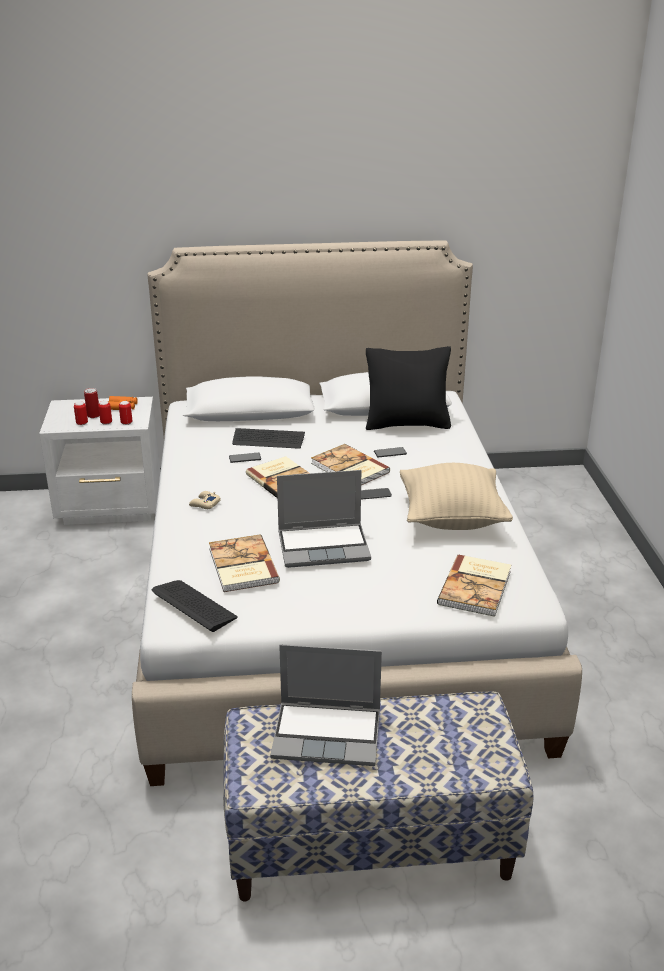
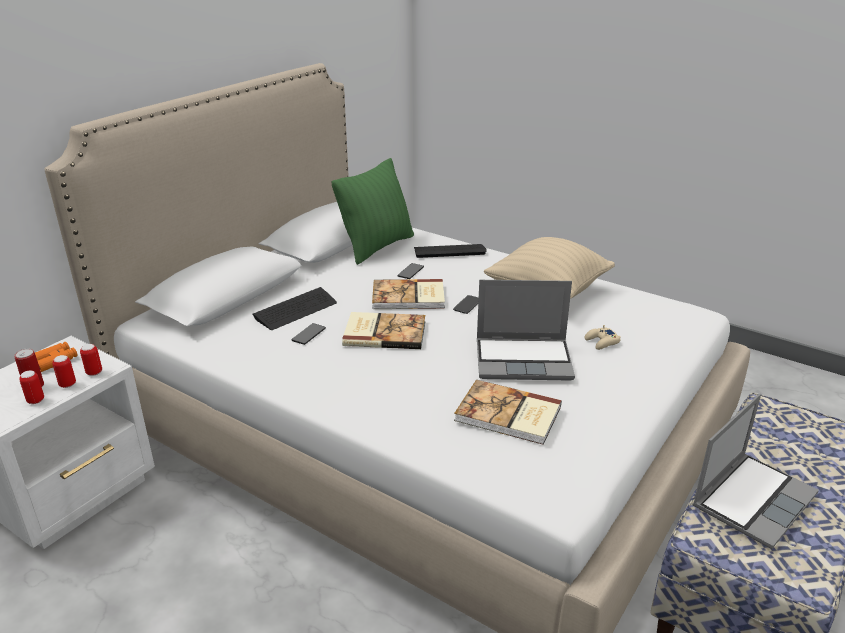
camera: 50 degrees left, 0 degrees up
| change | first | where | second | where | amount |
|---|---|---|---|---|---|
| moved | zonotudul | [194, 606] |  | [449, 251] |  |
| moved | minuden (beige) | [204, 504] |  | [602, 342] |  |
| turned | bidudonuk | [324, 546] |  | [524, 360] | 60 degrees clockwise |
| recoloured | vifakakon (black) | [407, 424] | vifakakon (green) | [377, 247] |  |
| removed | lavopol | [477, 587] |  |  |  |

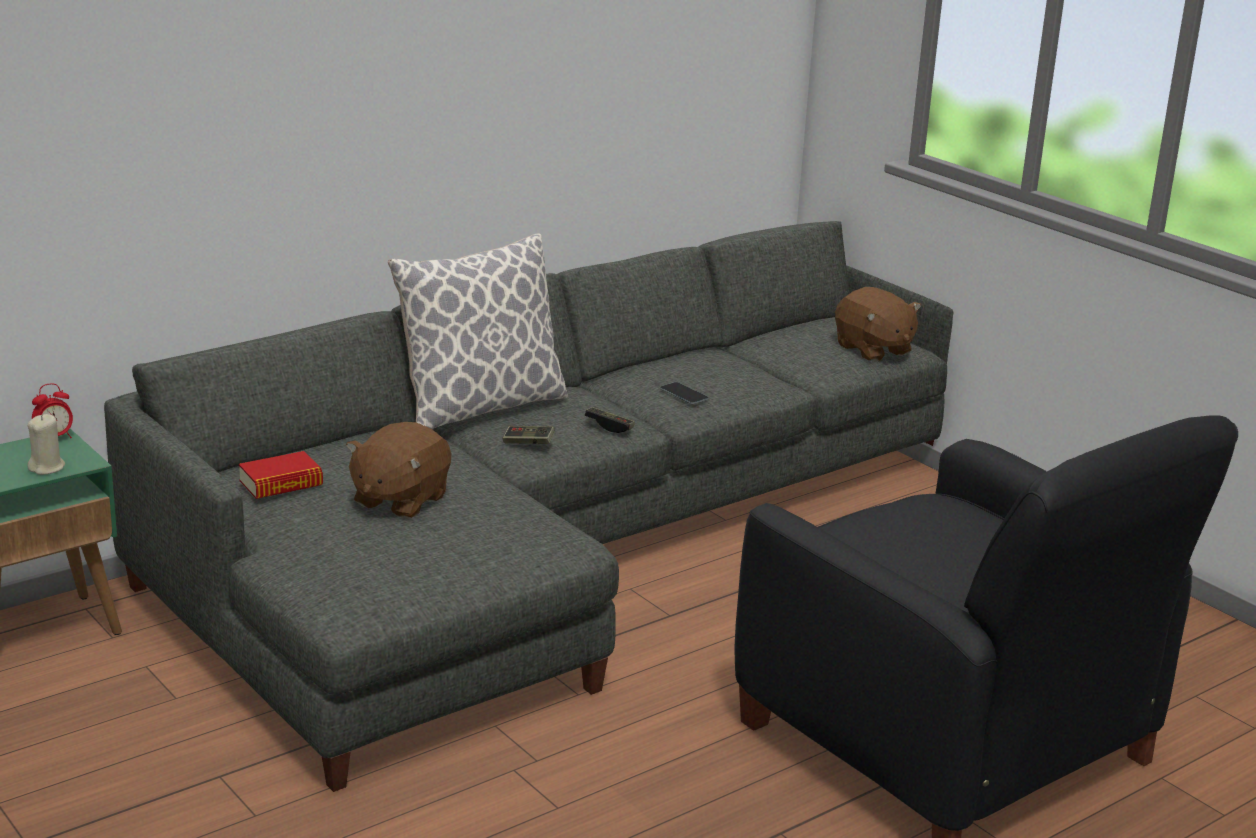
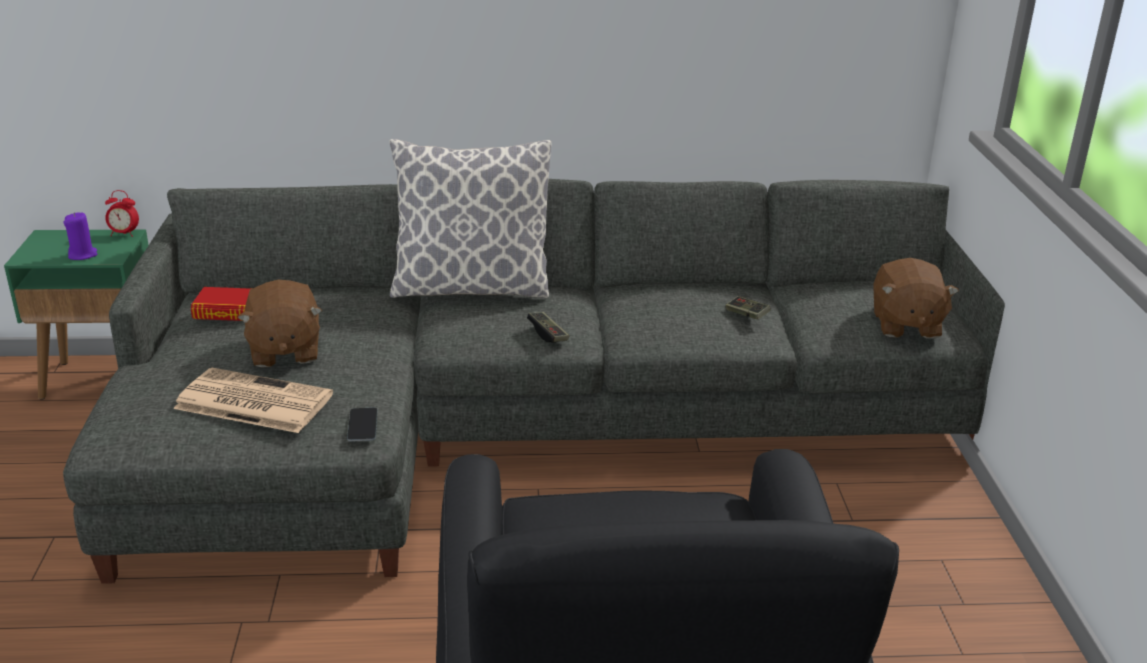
camera: 35 degrees right, 5 degrees up
| change | first | where | second | where | amount |
|---|---|---|---|---|---|
| recoloured | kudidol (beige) | [47, 468] | kudidol (purple) | [83, 255] |  |
| turned | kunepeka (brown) | [399, 500] |  | [284, 351] | 75 degrees counterclockwise |
| moved | minuden | [528, 443] |  | [747, 315] |  |
| moved | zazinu | [684, 394] |  | [362, 425] |  |
| added |  |  | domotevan | [251, 402] |  |

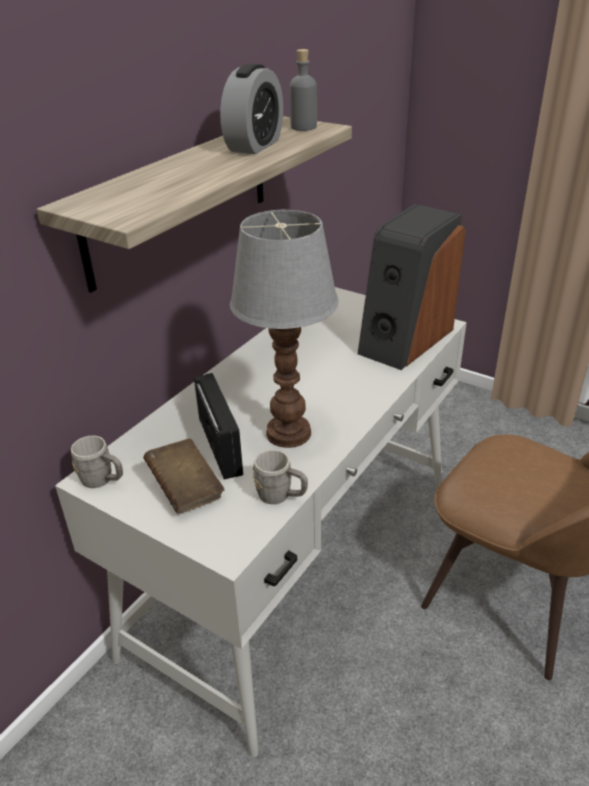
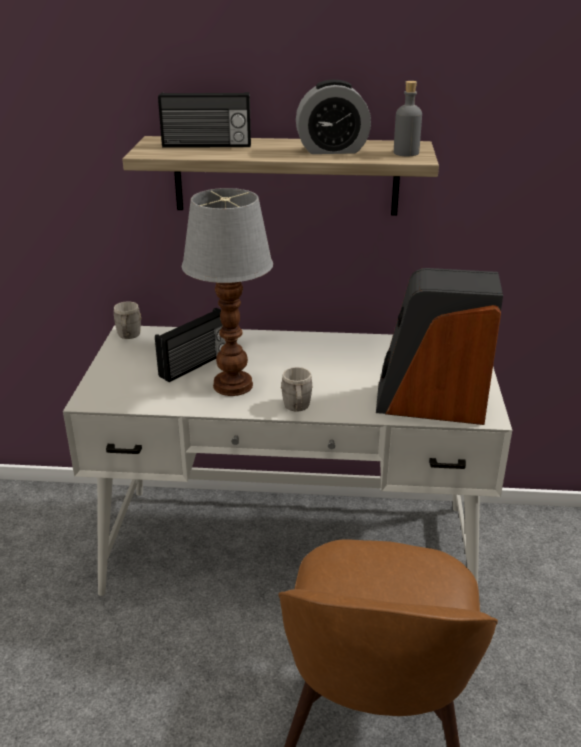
camera: 60 degrees right, 5 degrees down
| change | first | where | second | where | amount |
|---|---|---|---|---|---|
| removed | lavopol (brown) | [186, 490] |  |  |  |
| moved | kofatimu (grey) | [281, 496] |  | [297, 408] |  |
| added |  |  | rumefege | [207, 145] |  |

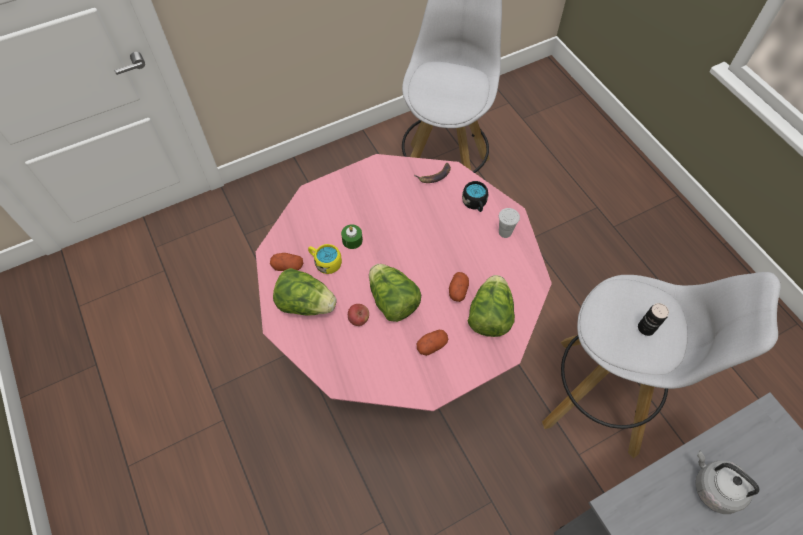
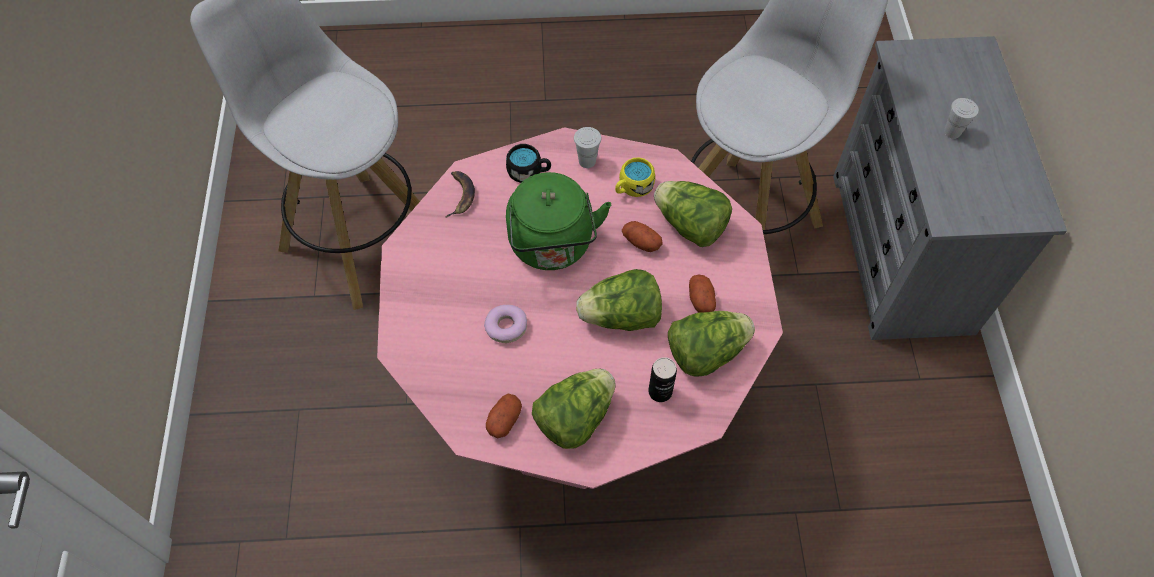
camera: 65 degrees left, 0 degrees up
| change | first | where | second | where | amount |
|---|---|---|---|---|---|
| moved | kofatimu (yellow) | [325, 262] |  | [632, 187] |  |
| replaced | kudidol (green) | [352, 240] | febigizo | [506, 327] |  |
| removed | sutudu | [358, 319] |  |  |  |
| moved | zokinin | [646, 328] |  | [660, 391] |  |
| replaced | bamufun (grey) | [713, 487] | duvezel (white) | [952, 132] |  |
| added |  |  | bamufun (green) | [552, 247] |  |
| added |  |  | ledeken | [706, 352] |  |

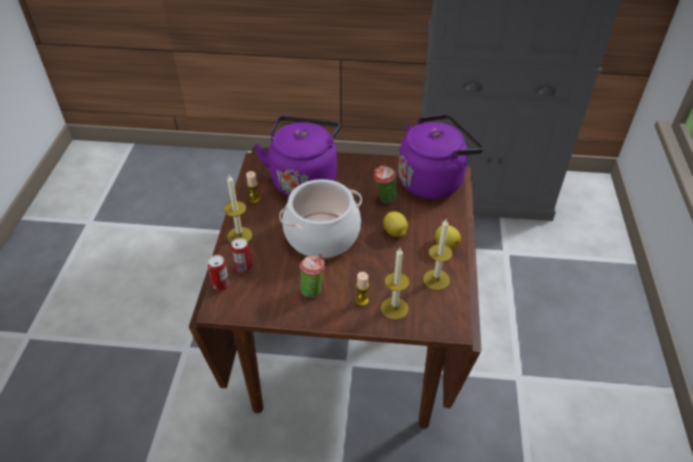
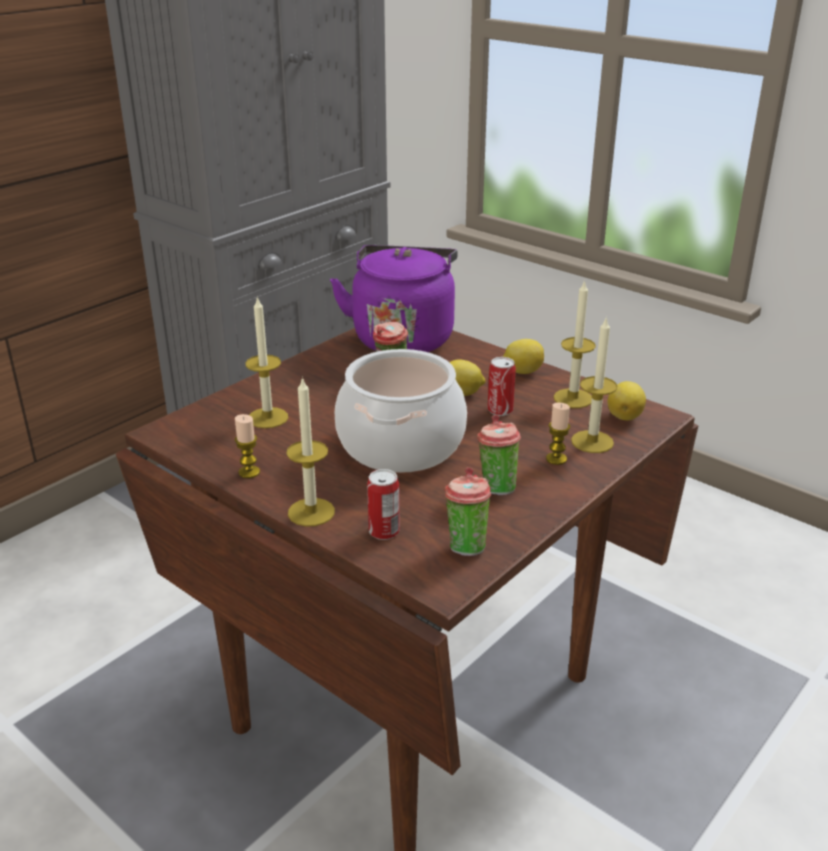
camera: 55 degrees left, 15 degrees down
| change | first | where | second | where | amount |
|---|---|---|---|---|---|
| moved | zokinin | [221, 285] |  | [500, 410] |  |
| replaced | bamufun (purple) | [304, 179] | kudidol | [268, 418] |  |
| added |  |  | duvezel | [465, 545] |  |
| added |  |  | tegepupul | [625, 416] |  |

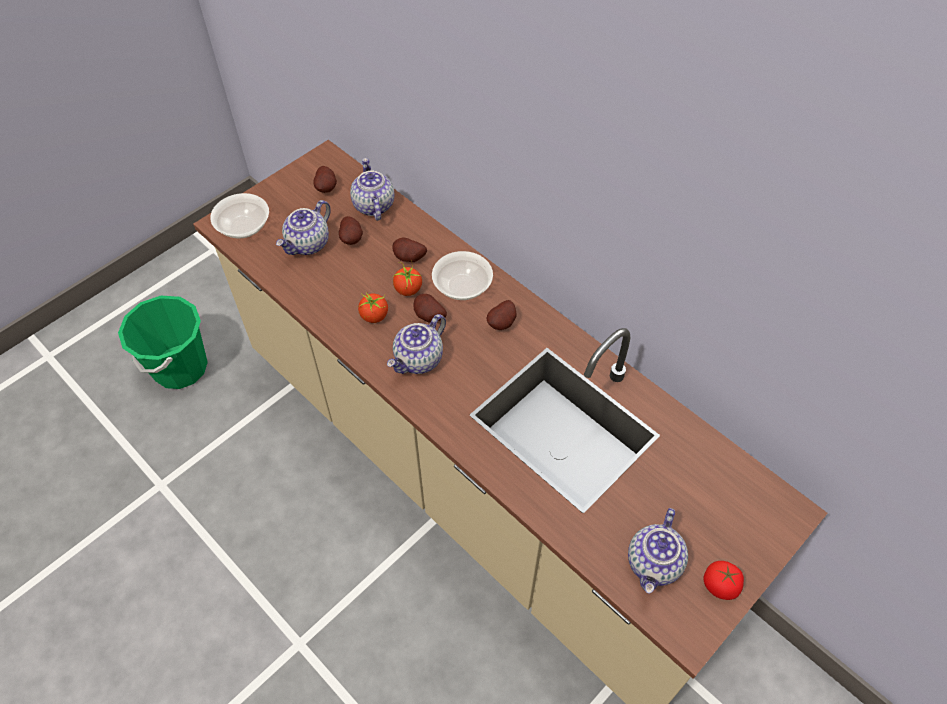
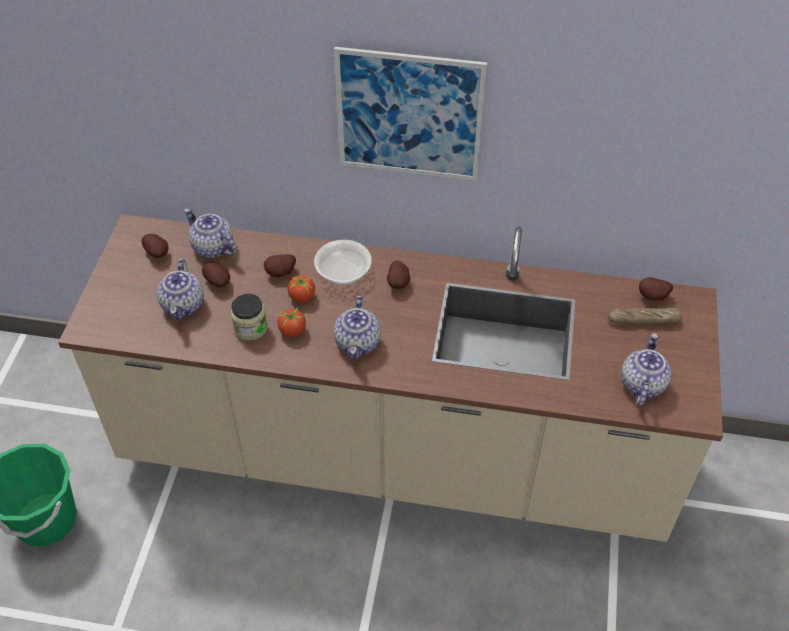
camera: 35 degrees left, 5 degrees down
| change | first | where | second | where | amount |
|---|---|---|---|---|---|
| removed | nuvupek | [244, 226] |  |  |  |
| moved | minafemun | [428, 317] |  | [653, 297] |  |
| turned | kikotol | [654, 564] |  | [641, 384] | 150 degrees counterclockwise |
| removed | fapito | [719, 585] |  |  |  |
| added |  |  | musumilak | [250, 328] |  |
| added |  |  | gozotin | [409, 115] |  |
| added |  |  | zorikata | [644, 320] |  |

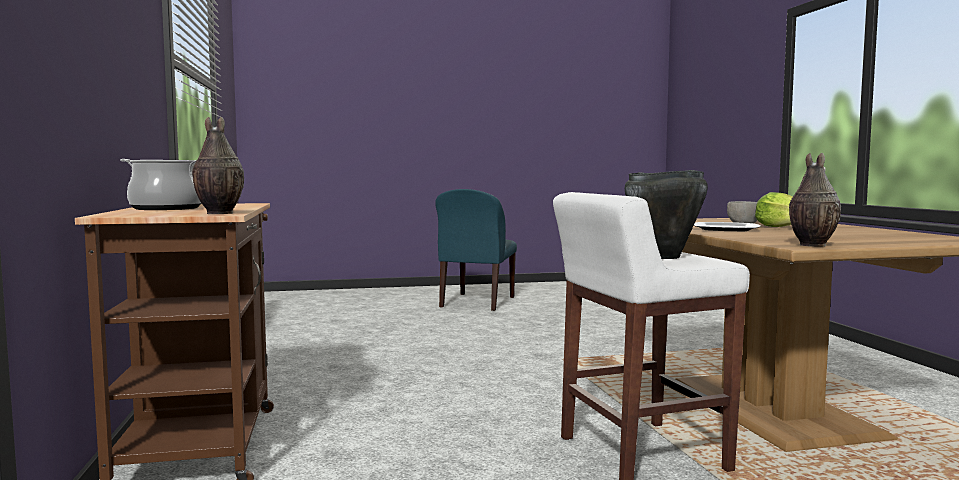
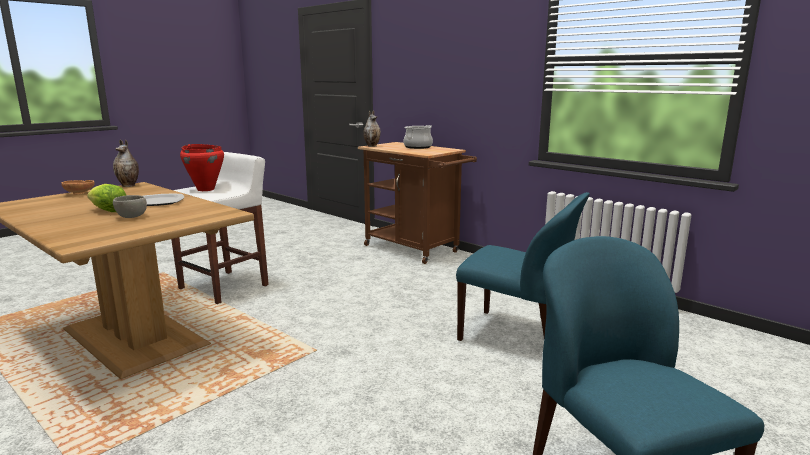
camera: 145 degrees right, 10 degrees up
| change | first | where | second | where | amount |
|---|---|---|---|---|---|
| recoloured | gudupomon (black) | [663, 257] | gudupomon (red) | [206, 189] |  |
| added |  |  | nuvupek (brown) | [80, 193] |  |
| added |  |  | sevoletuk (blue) | [518, 336] |  |

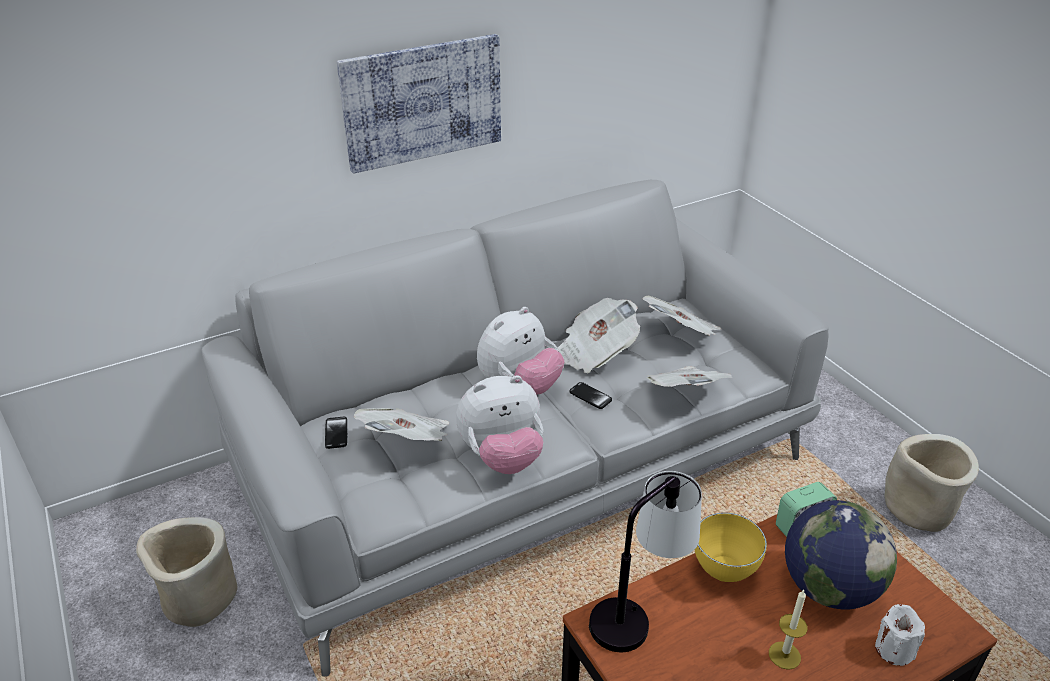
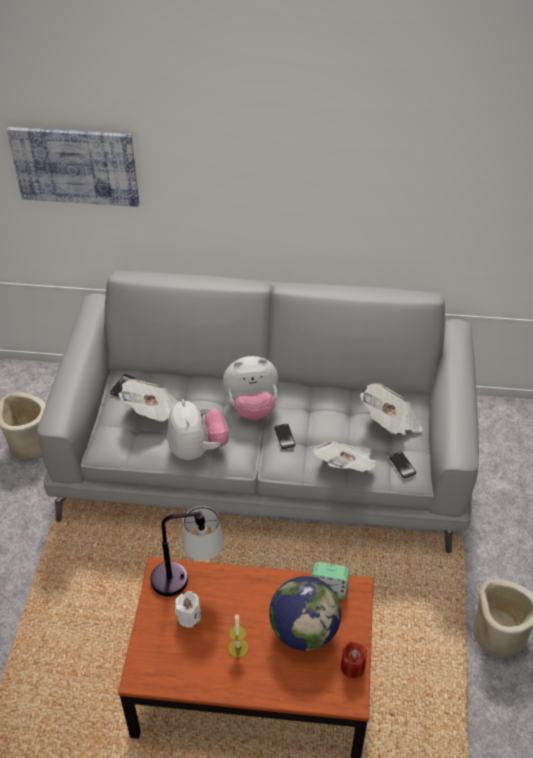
camera: 35 degrees right, 10 degrees up
| change | first | where | second | where | amount |
|---|---|---|---|---|---|
| moved | gozotin | [422, 102] |  | [75, 165] |  |
| turned | kunepeka | [502, 457] |  | [197, 449] | 120 degrees counterclockwise |
| removed | domotevan | [594, 353] |  |  |  |
| removed | nuvupek (yellow) | [725, 573] |  |  |  |
| moved | kudidol (white) | [894, 649] |  | [189, 617] |  |
| added |  |  | kudidol (red) | [352, 667] |  |
| added |  |  | zazinu | [402, 465] |  |

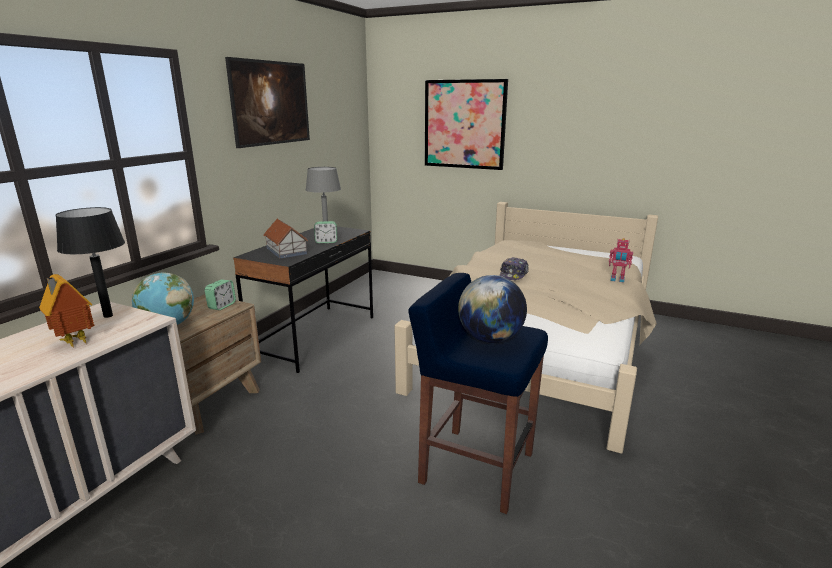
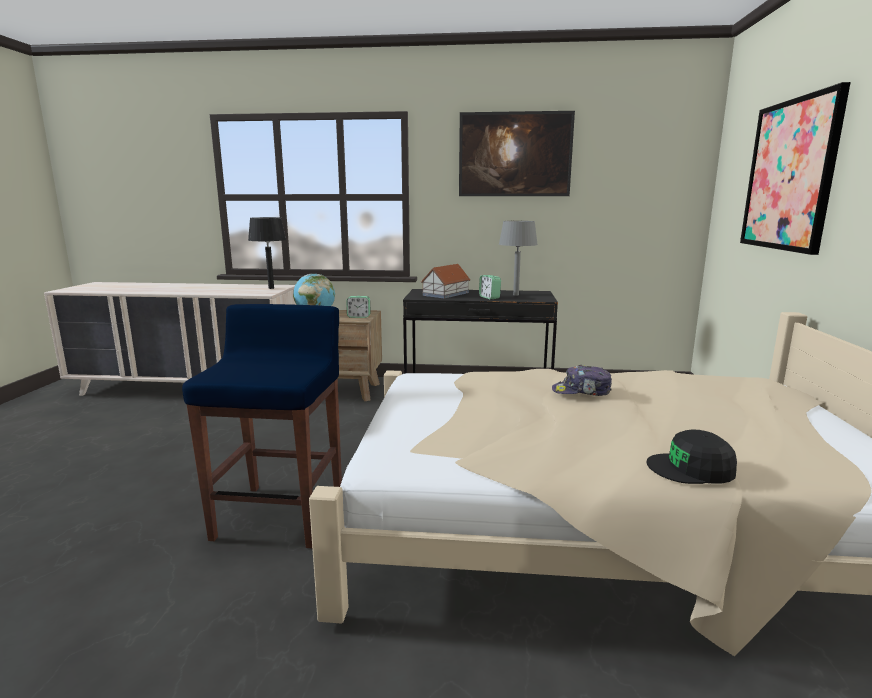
camera: 70 degrees right, 5 degrees down
| change | first | where | second | where | amount |
|---|---|---|---|---|---|
| removed | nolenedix | [73, 342] |  |  |  |
| removed | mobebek | [490, 339] |  |  |  |
| replaced | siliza | [617, 280] | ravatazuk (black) | [691, 468] |  |

